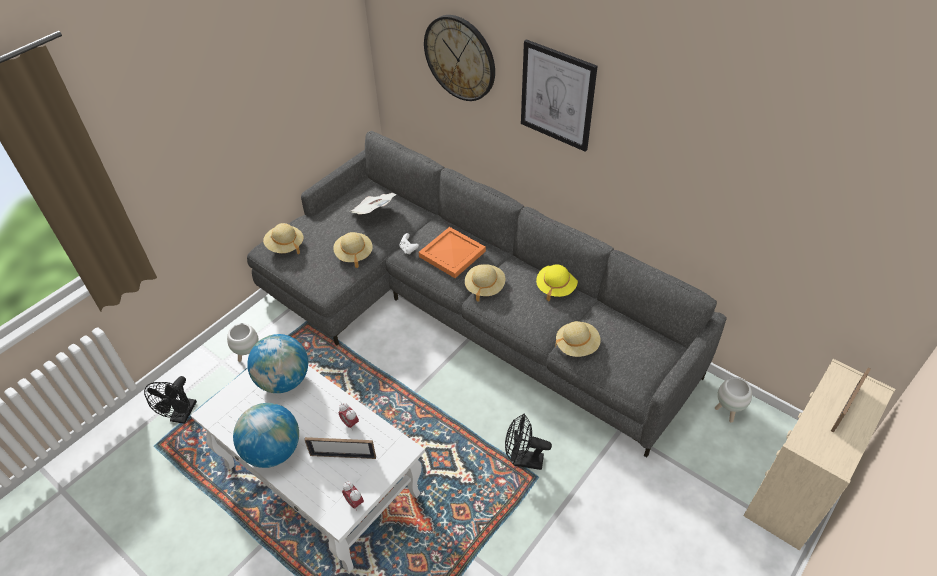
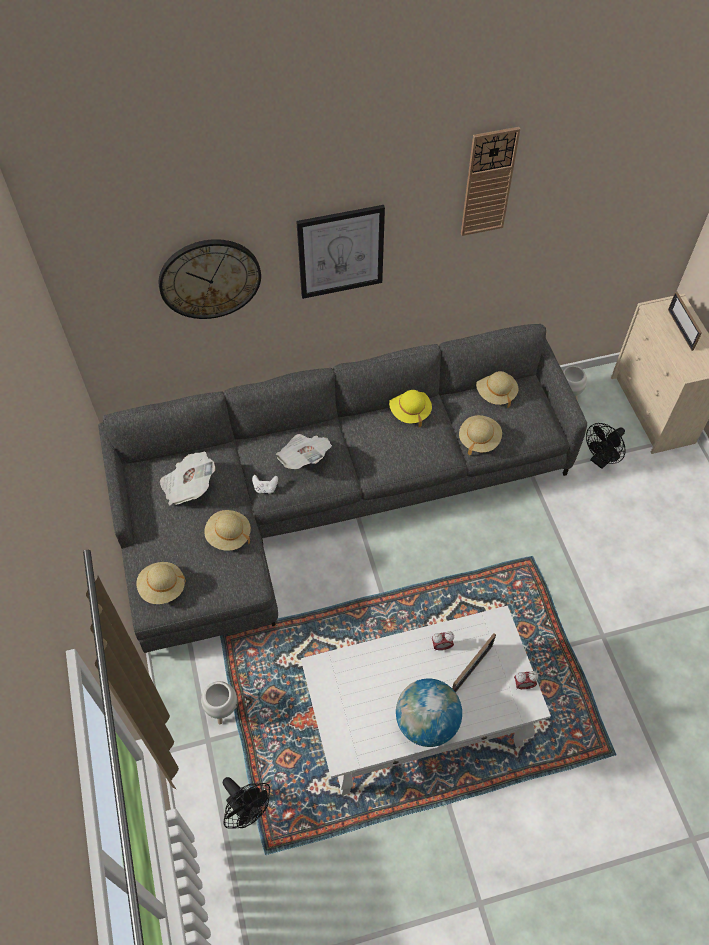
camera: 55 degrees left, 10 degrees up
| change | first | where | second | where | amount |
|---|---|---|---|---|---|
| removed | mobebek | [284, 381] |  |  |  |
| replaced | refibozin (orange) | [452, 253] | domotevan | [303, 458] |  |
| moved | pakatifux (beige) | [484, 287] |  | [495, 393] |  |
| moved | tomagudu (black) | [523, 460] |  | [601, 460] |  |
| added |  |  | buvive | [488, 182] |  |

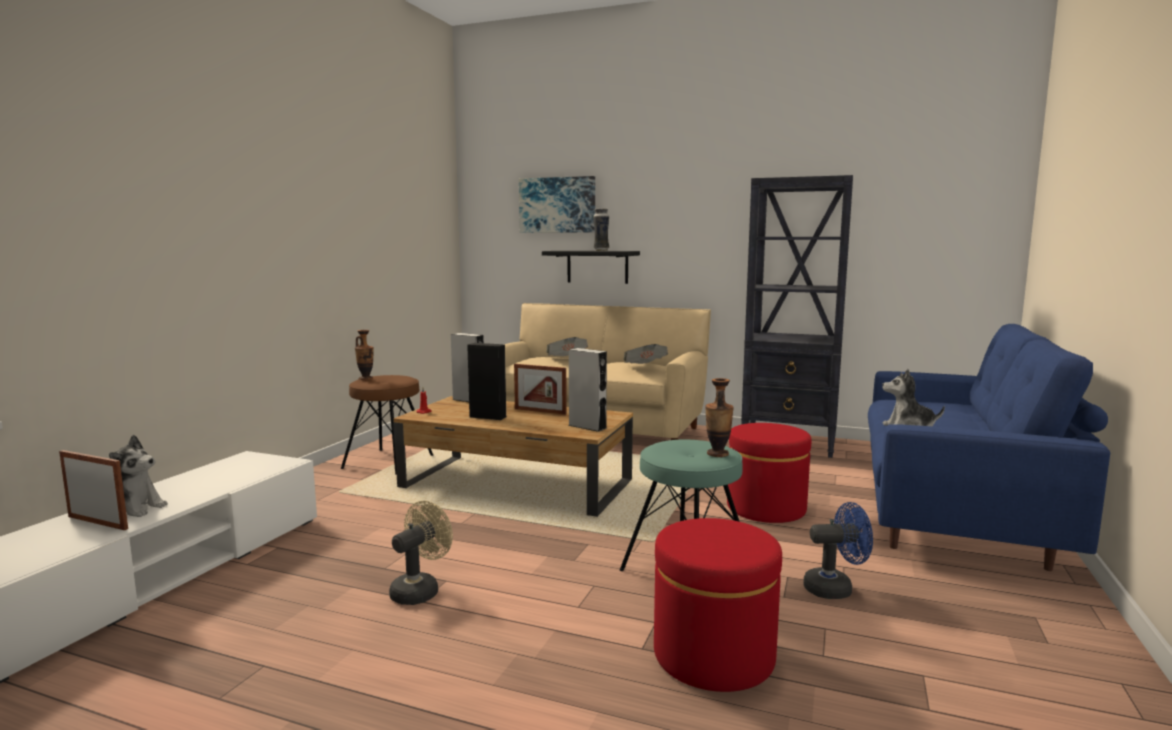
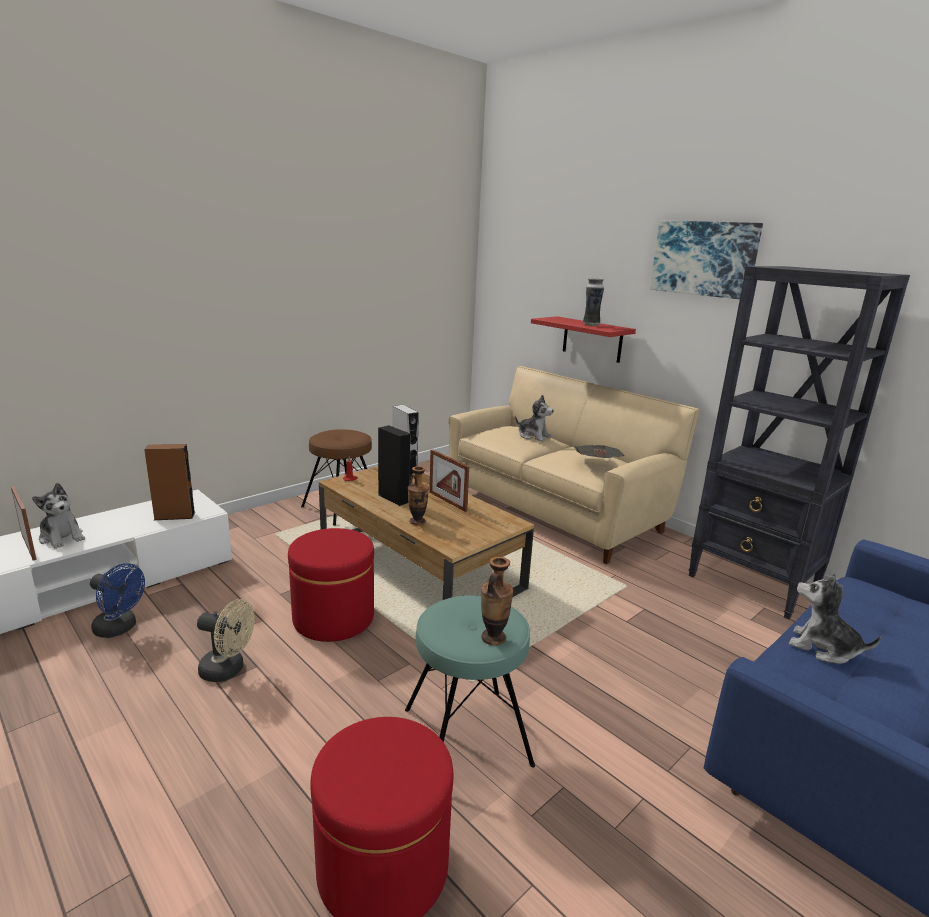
camera: 25 degrees right, 10 degrees up
| change | first | where | second | where | amount |
|---|---|---|---|---|---|
| moved | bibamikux | [366, 379] |  | [417, 522] |  |
| turned | tomagudu (beige) | [420, 590] |  | [228, 670] | 45 degrees clockwise |
| moved | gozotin | [557, 205] |  | [704, 258] |  |
| recoloured | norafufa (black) | [597, 266] | norafufa (red) | [592, 339] |  |
| replaced | domotevan | [566, 359] | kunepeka | [533, 436] |  |
| removed | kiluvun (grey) | [587, 427] |  |  |  |
| moved | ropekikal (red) | [766, 508] |  | [333, 618] |  |
| moved | tomagudu (blue) | [835, 588] |  | [120, 628] |  |
| added |  |  | kiluvun (brown) | [174, 516] |  |

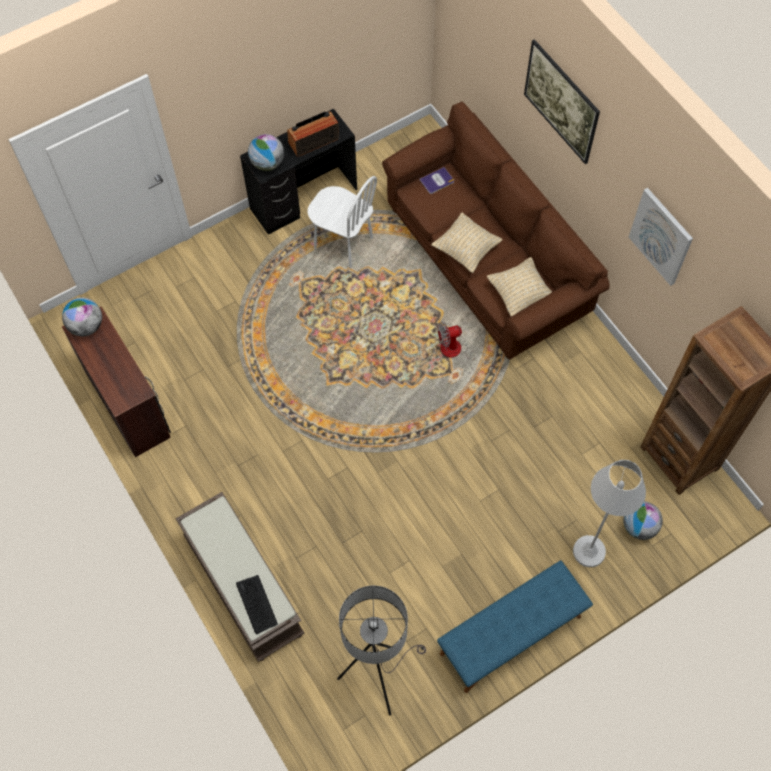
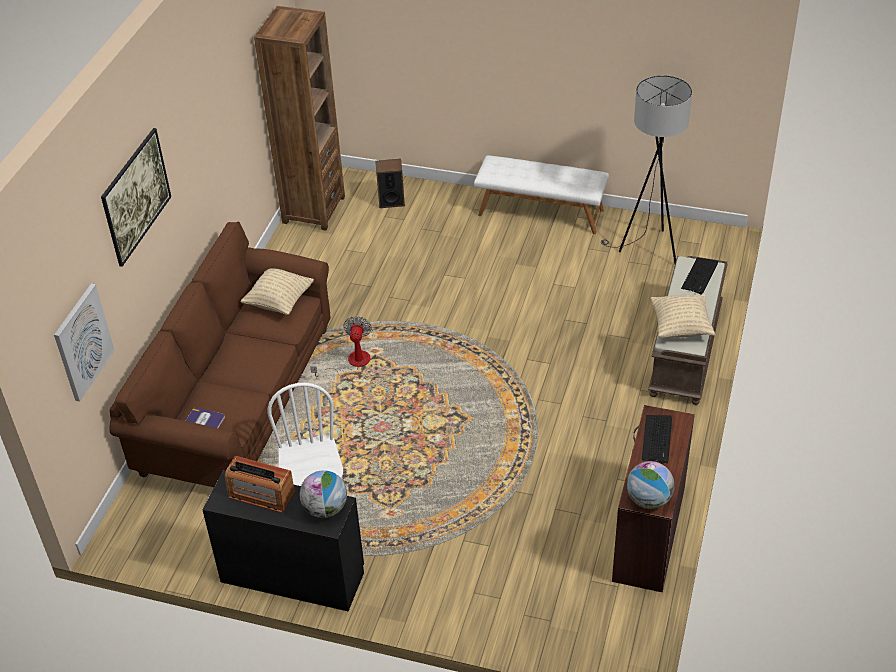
camera: 130 degrees left, 20 degrees down
| change | first | where | second | where | amount |
|---|---|---|---|---|---|
| moved | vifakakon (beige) | [466, 250] |  | [681, 327] |  |
| turned | tomagudu | [457, 353] |  | [351, 363] | 120 degrees counterclockwise |
| recoloured | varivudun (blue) | [511, 635] | varivudun (white) | [541, 212] |  |
| removed | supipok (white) | [589, 551] |  |  |  |
| replaced | mobebek | [639, 526] | kiluvun | [391, 201] |  |
| moved | gozotin | [661, 236] |  | [83, 342] |  |
| added |  |  | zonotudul | [657, 439] |  |

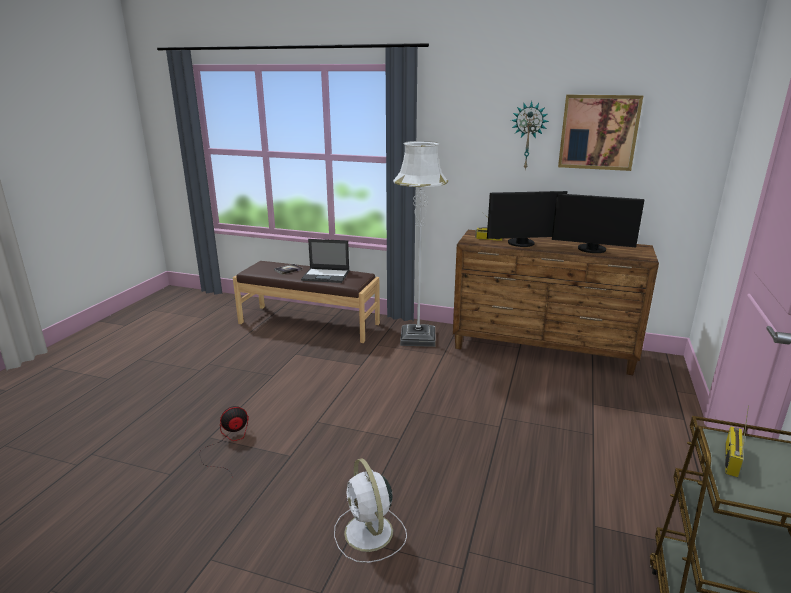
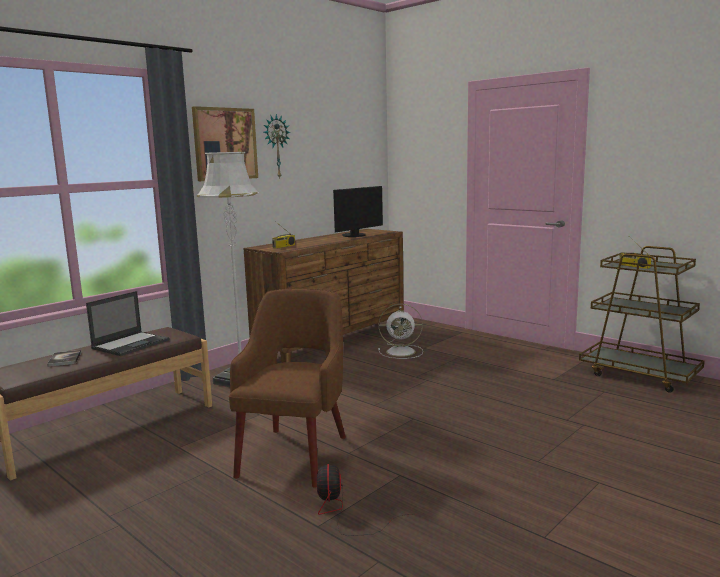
camera: 65 degrees left, 10 degrees down
| change | first | where | second | where | amount |
|---|---|---|---|---|---|
| moved | tomagudu (white) | [369, 534] |  | [402, 352] |  |
| removed | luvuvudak | [522, 244] |  |  |  |
| moved | gozotin | [598, 132] |  | [225, 144] |  |
| added |  |  | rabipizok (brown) | [295, 454] |  |

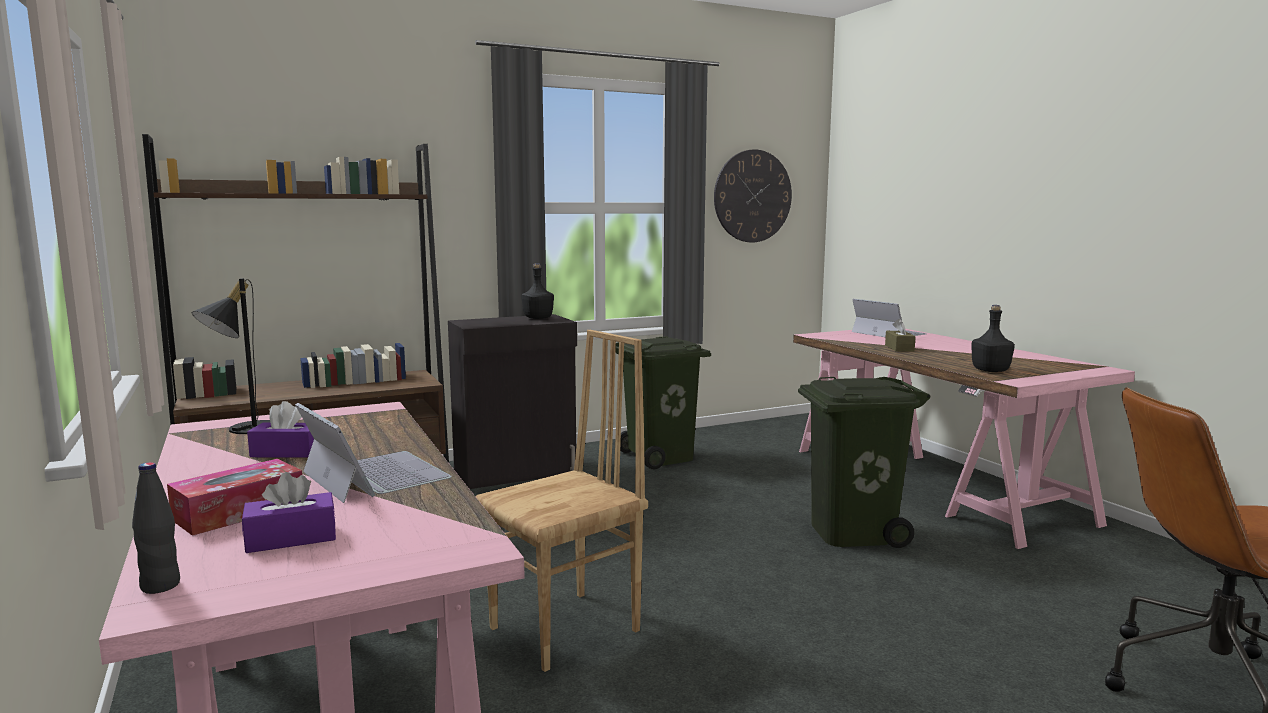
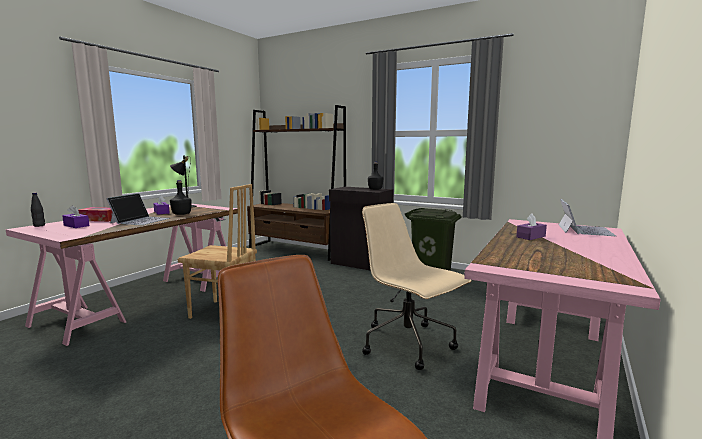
camera: 55 degrees right, 0 degrees up
| change | first | where | second | where | amount |
|---|---|---|---|---|---|
| removed | buvive | [752, 196] |  |  |  |
| replaced | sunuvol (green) | [852, 531] | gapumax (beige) | [408, 344] |  |
| recoloured | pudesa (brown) | [899, 348] | pudesa (purple) | [531, 237] |  |
| moved | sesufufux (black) | [991, 370] |  | [182, 214] |  |

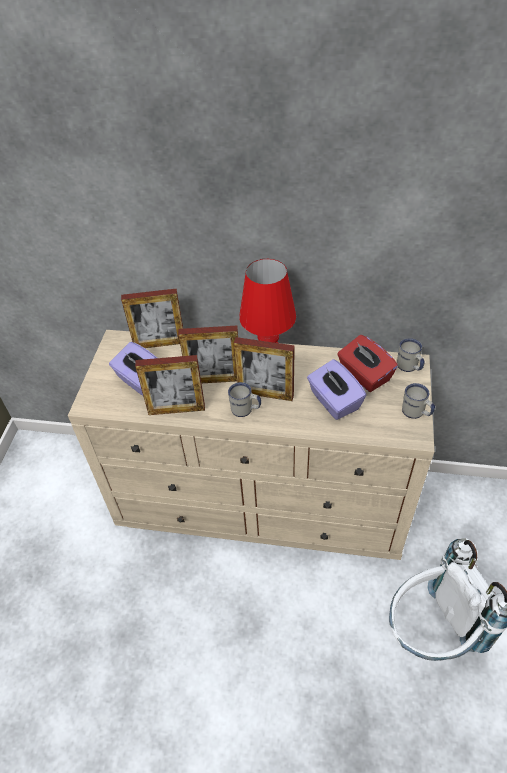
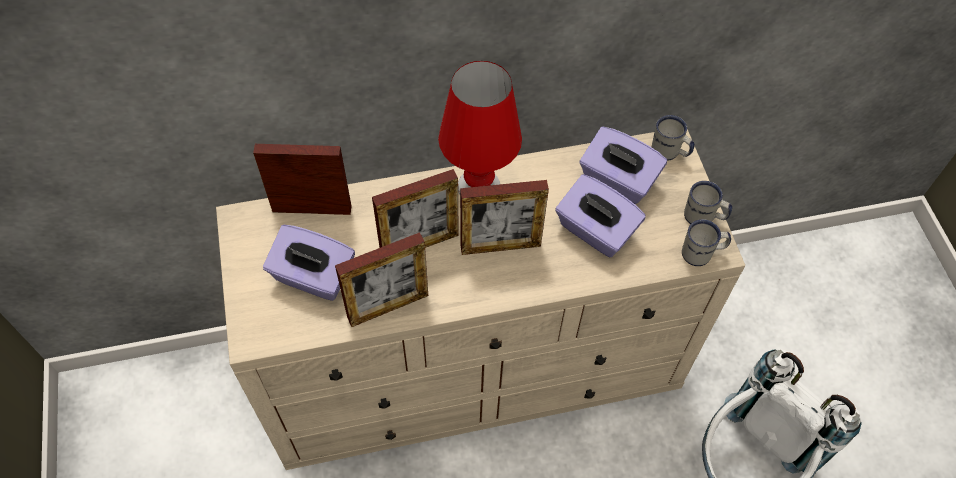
camera: 25 degrees left, 10 degrees up
| change | first | where | second | where | amount |
|---|---|---|---|---|---|
| turned | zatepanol | [160, 344] |  | [312, 209] | 150 degrees counterclockwise |
| moved | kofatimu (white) | [245, 410] |  | [702, 254] |  |
| recoloured | pudesa (red) | [364, 375] | pudesa (purple) | [617, 180] |  |

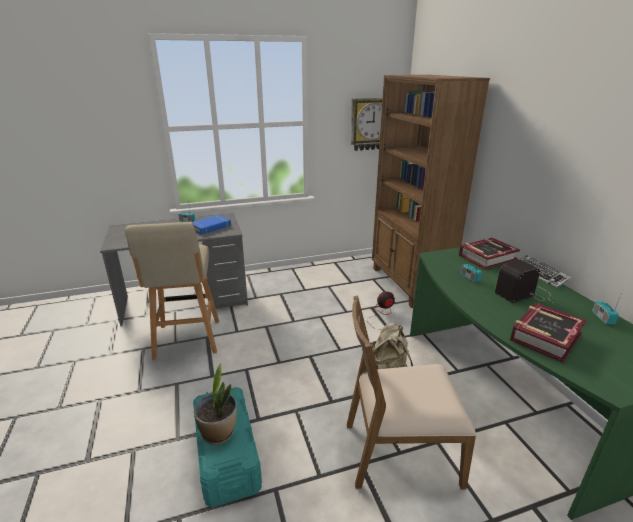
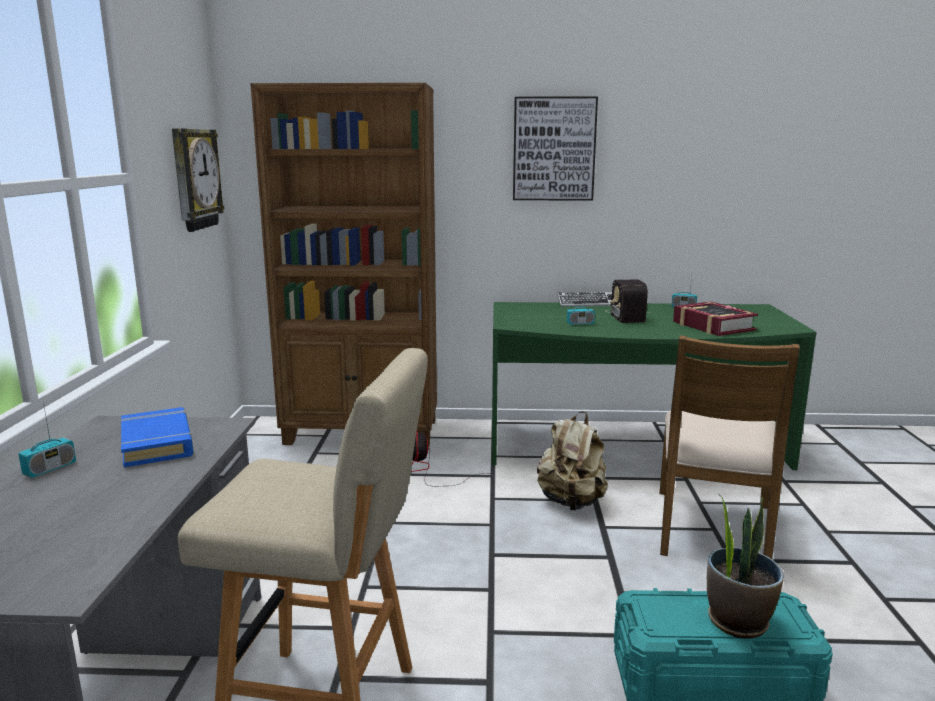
camera: 70 degrees left, 10 degrees down
| change | first | where | second | where | amount |
|---|---|---|---|---|---|
| removed | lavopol | [487, 258] |  |  |  |
| added |  |  | gozotin | [554, 149] |  |

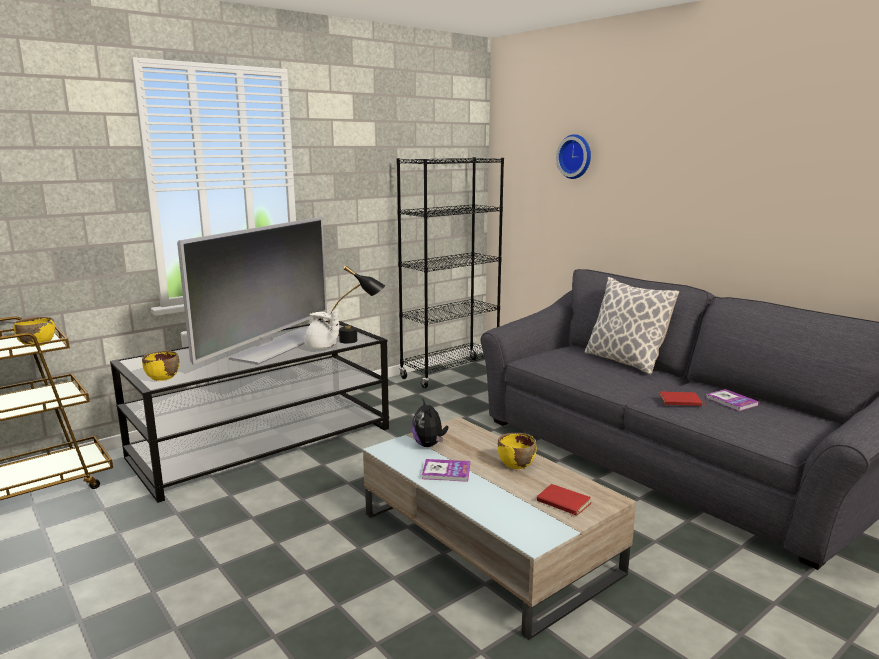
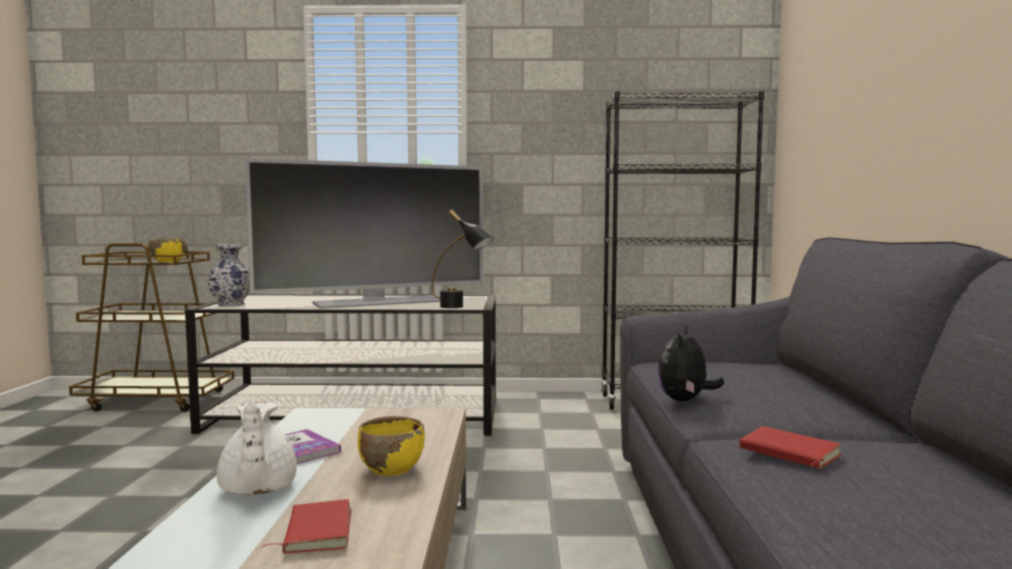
camera: 40 degrees right, 10 degrees down
| change | first | where | second | where | amount |
|---|---|---|---|---|---|
| replaced | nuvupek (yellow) | [162, 377] | bibamikux | [230, 305] |  |
| moved | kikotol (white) | [322, 347] |  | [256, 490] |  |
| moved | kunepeka | [429, 445] |  | [685, 400] |  |
| removed | buvive | [576, 156] |  |  |  |
| removed | vifakakon | [624, 361] |  |  |  |
| removed | lavopol | [731, 401] |  |  |  |

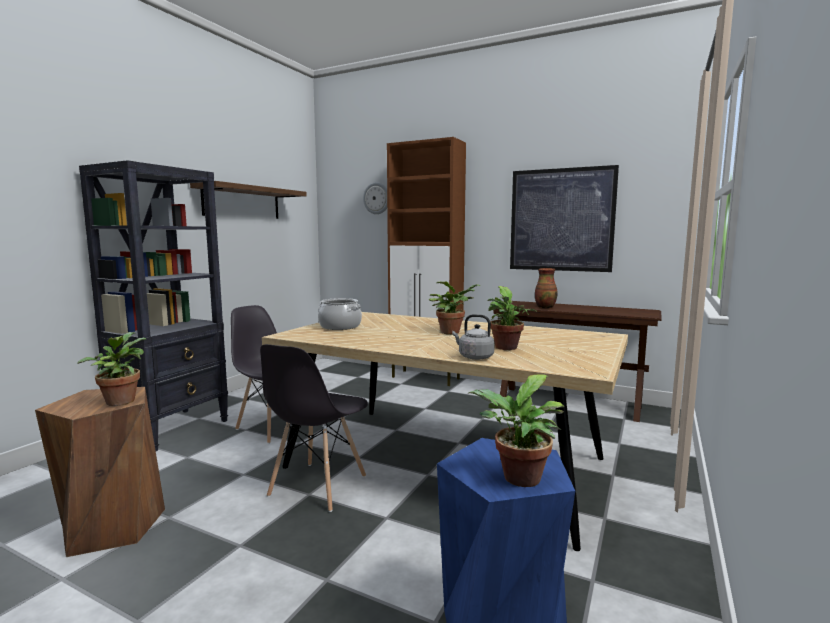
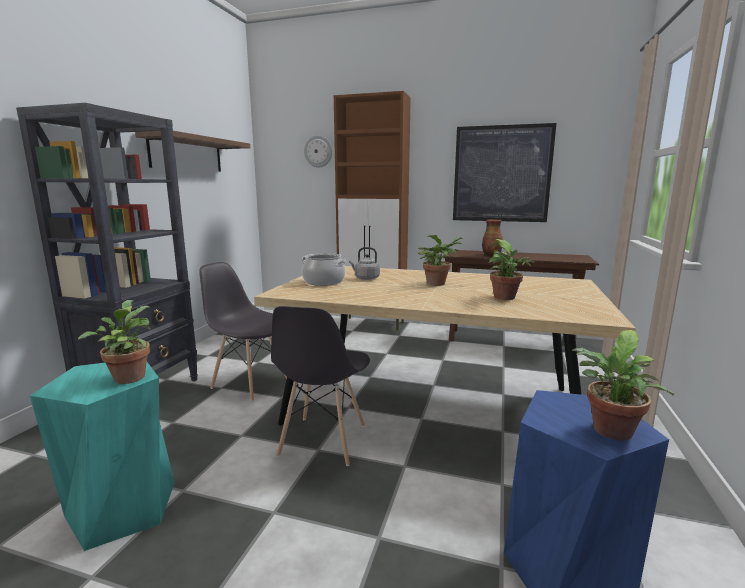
camera: 10 degrees left, 5 degrees up
| change | first | where | second | where | amount |
|---|---|---|---|---|---|
| recoloured | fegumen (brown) | [112, 526] | fegumen (turquoise) | [122, 508] |  |
| moved | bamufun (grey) | [474, 357] |  | [365, 278] |  |

